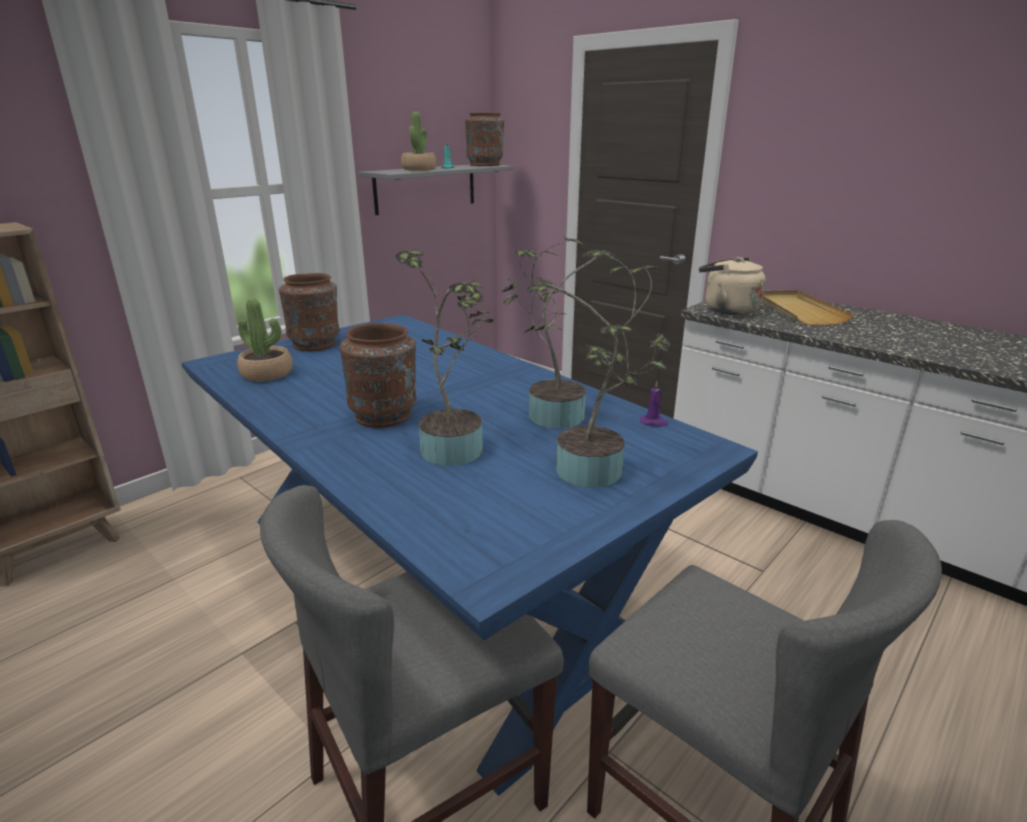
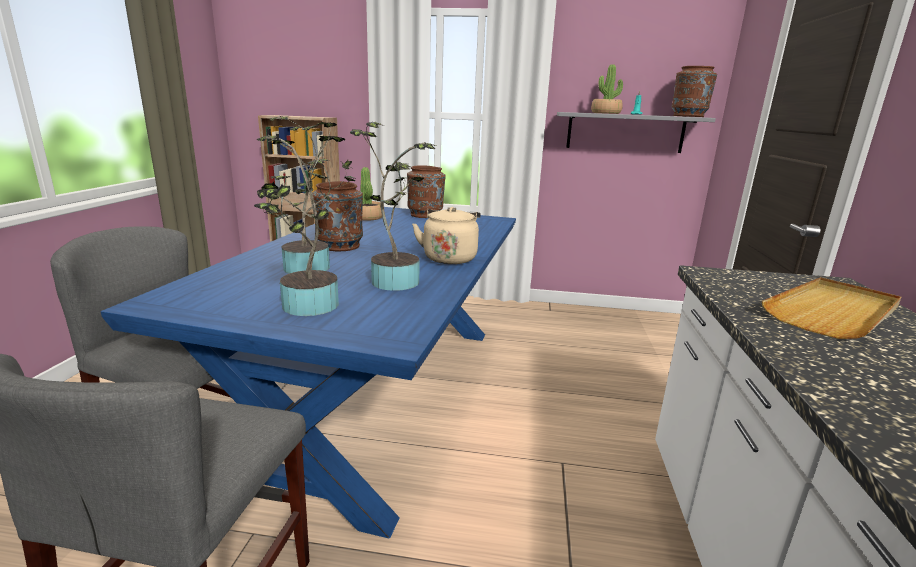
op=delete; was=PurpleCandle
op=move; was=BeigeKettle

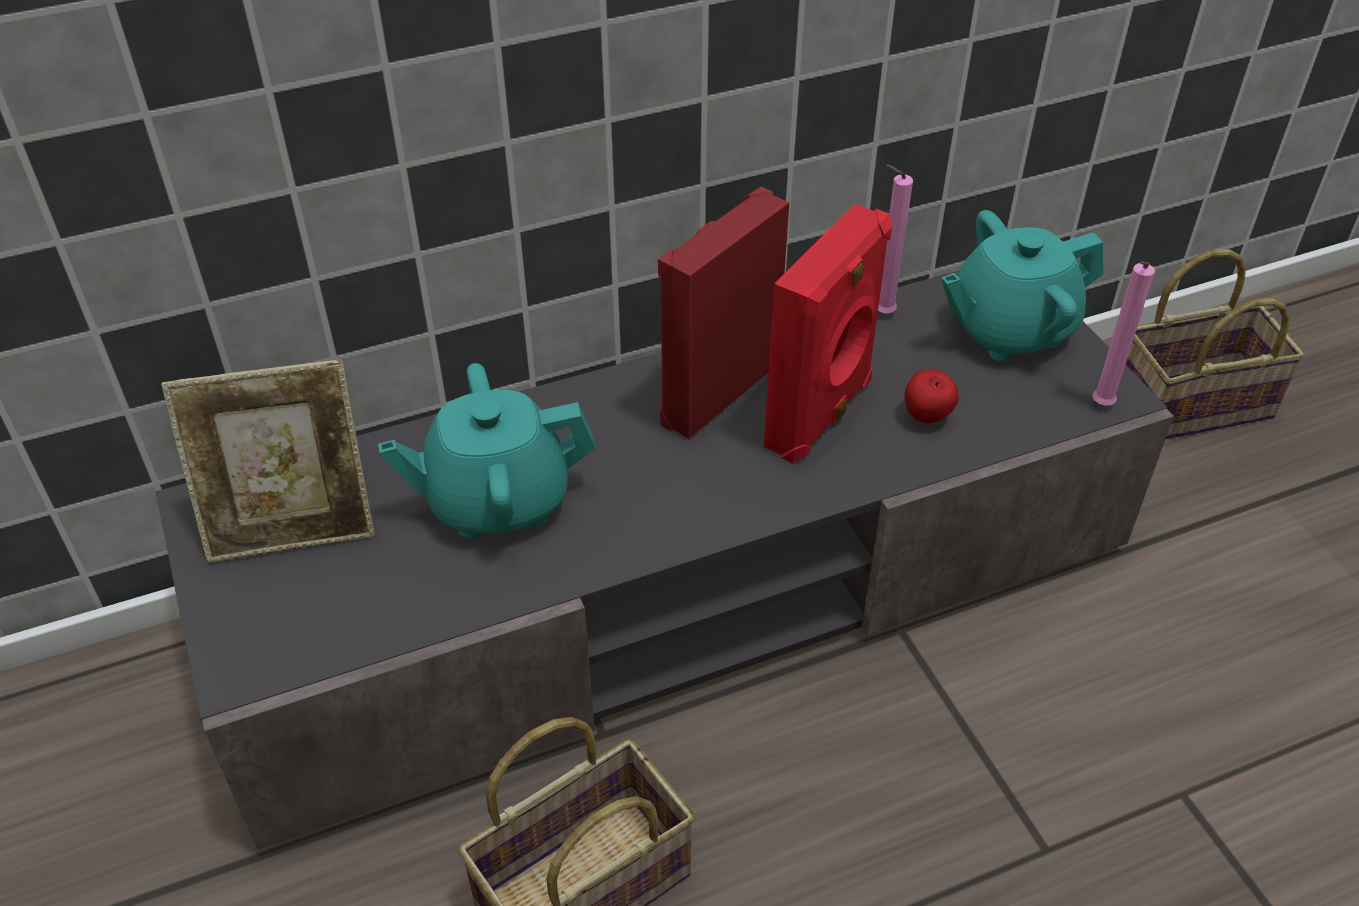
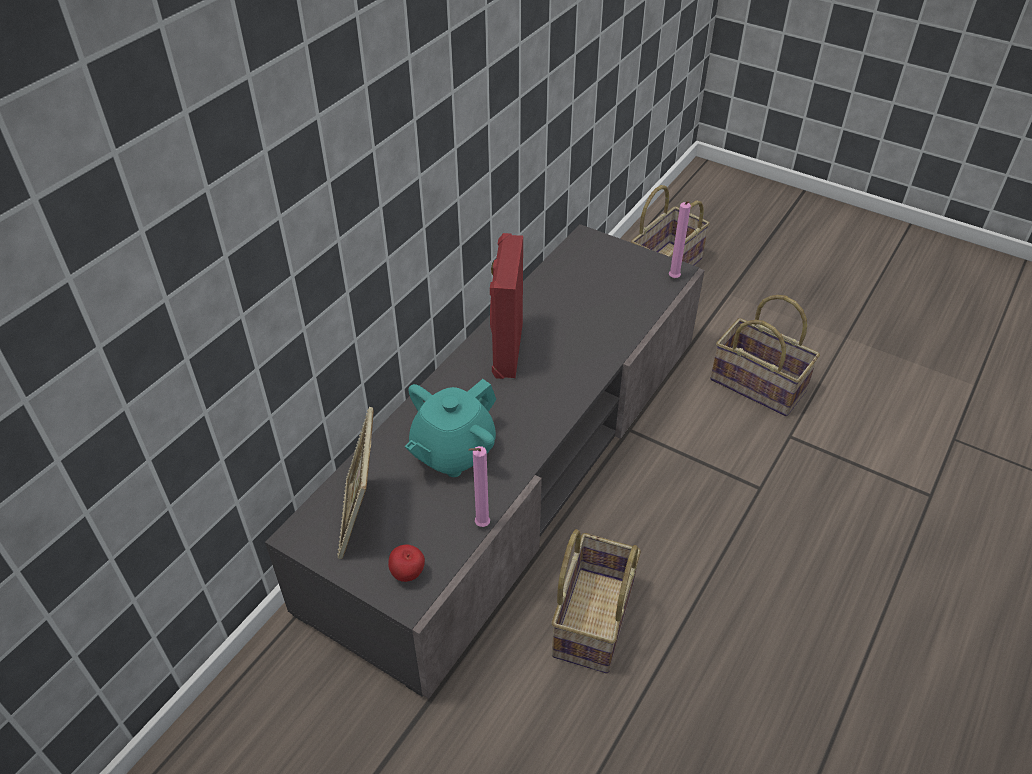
op=rotate; was=PhotoFrame; clockwise=135
op=delete; was=RedLoudspeaker (2nd from left)
op=move; was=PinkCandle (1st from left)
op=move; was=WholeApple
op=delete; was=TurquoisePotForTea (2nd from left)
op=insert; now=StorageBasket (3rd from left)

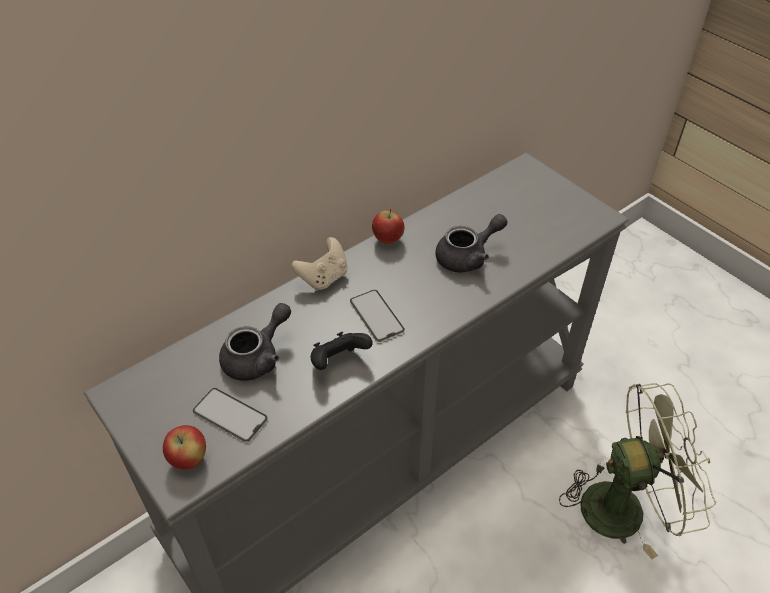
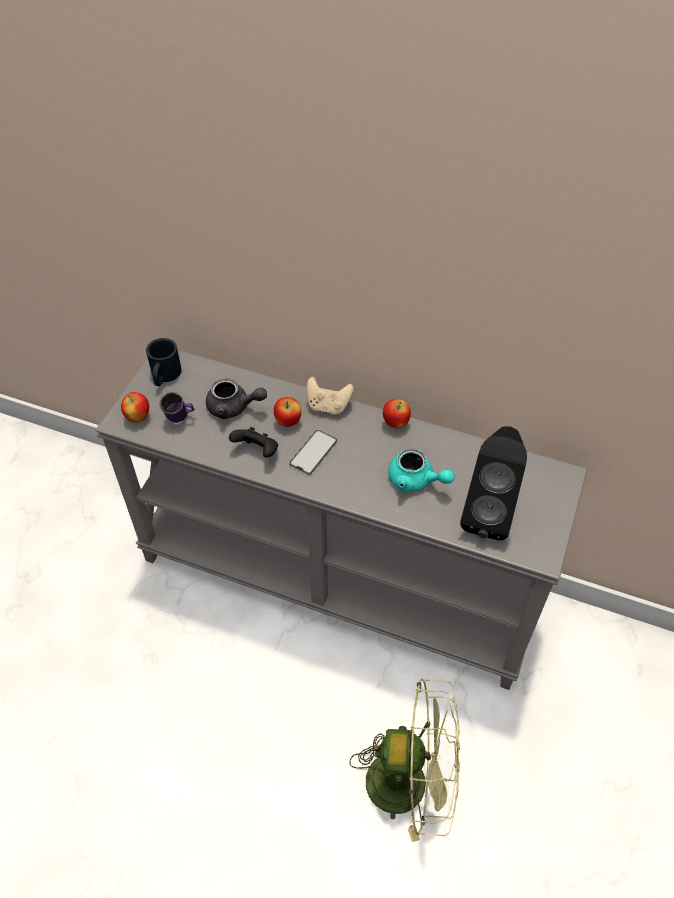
op=replace; was=Phone (1st from left); now=PurpleCoffeeMug
op=recolor; was=GreyishPotForTea (2nd from left); now=TurquoisePotForTea
op=rotate; was=GreenCoolingFan; clockwise=-45
op=insert; now=BlackishCoffeeMug
op=insert; now=WholeApple (2nd from left)
op=insert; now=BlackishLoudspeaker

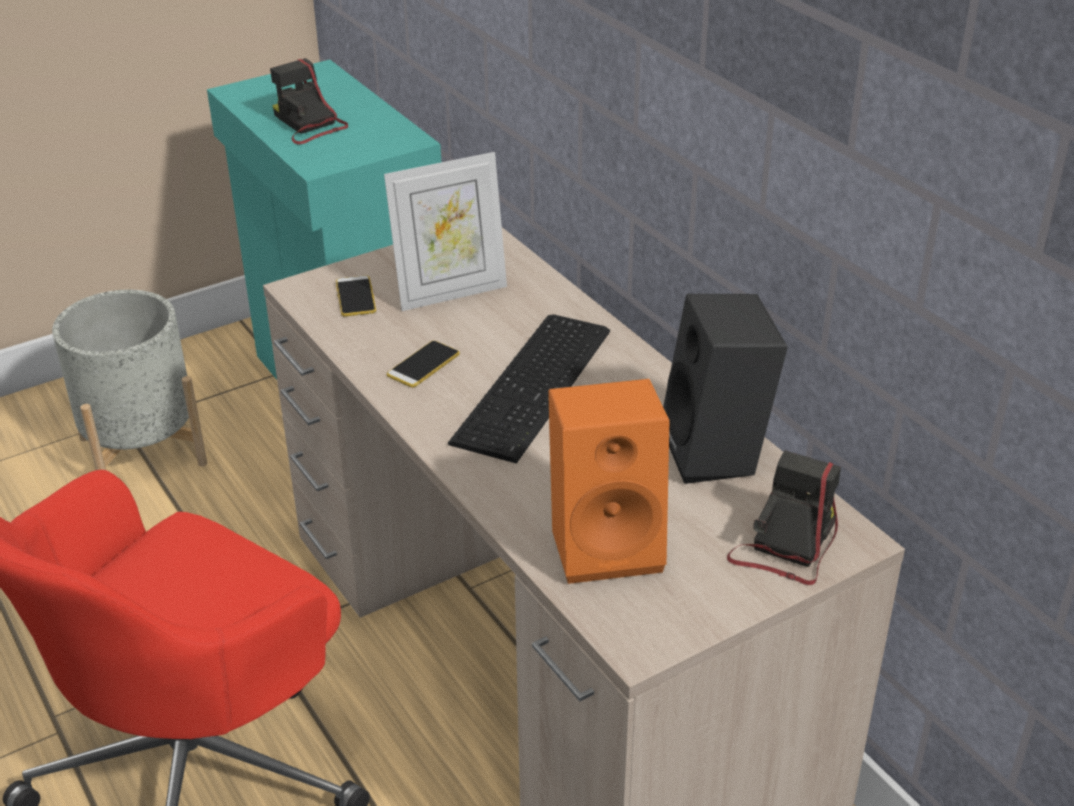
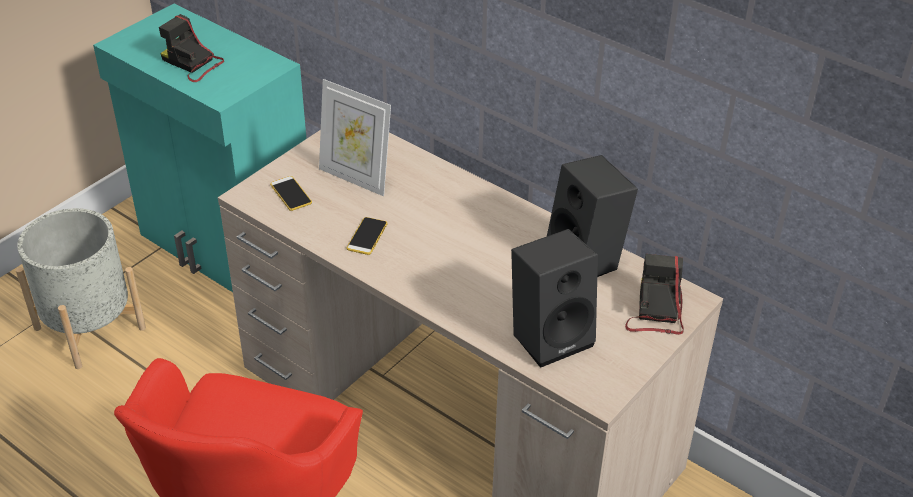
op=rotate; was=PhotoFrame; clockwise=75
op=delete; was=Keyboard
op=recolor; was=OrangeyLoudspeaker; now=BlackishLoudspeaker (1st from left)

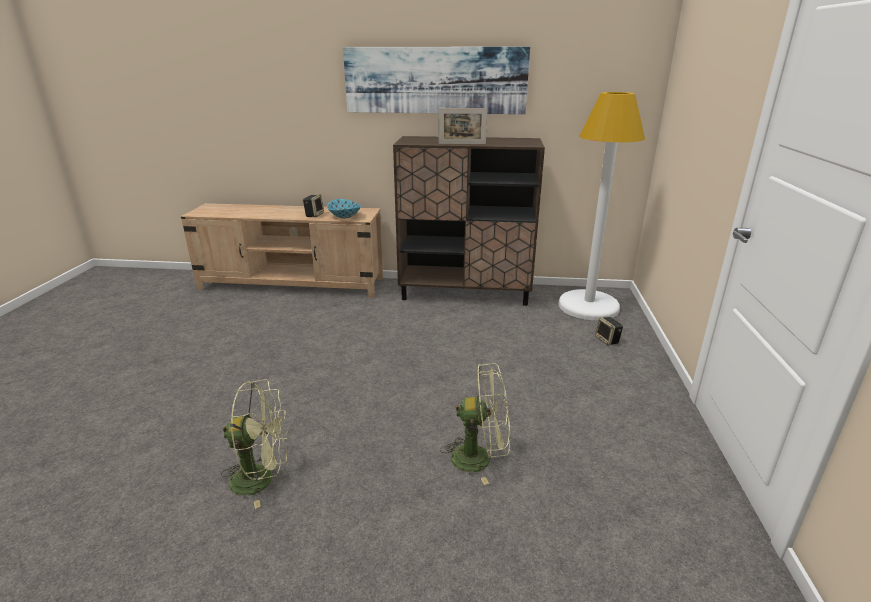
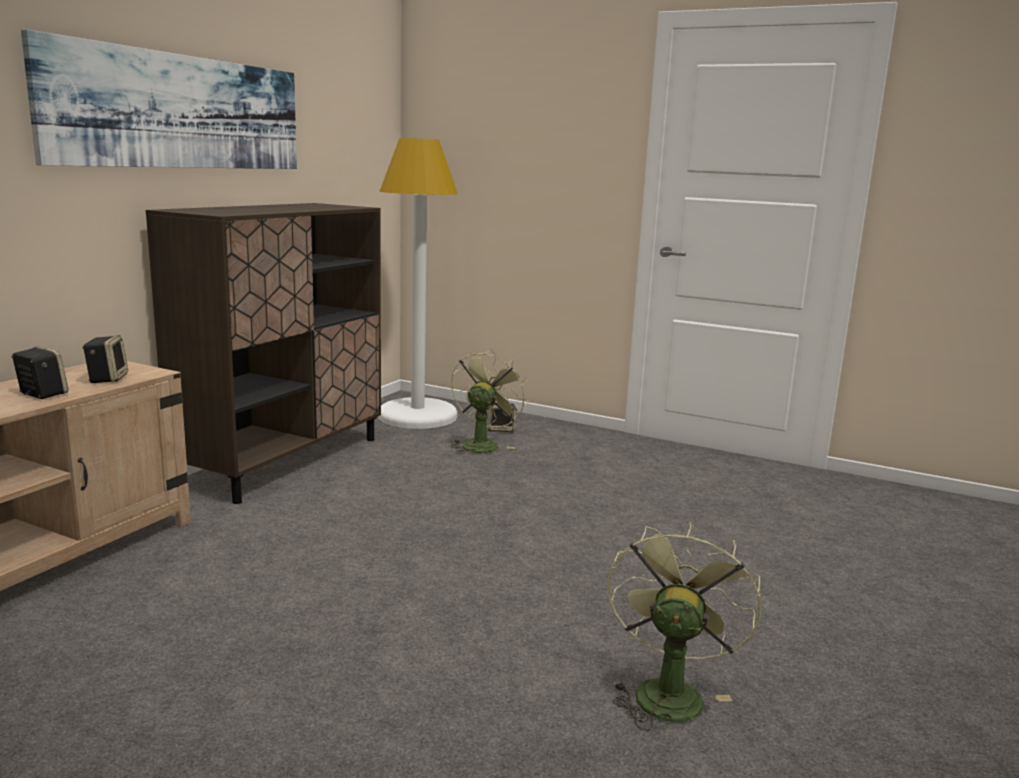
op=replace; was=Bowl; now=Loudspeaker (2nd from left)
op=delete; was=PhotoFrame
op=move; was=GreenCoolingFan (2nd from left in the first image); now=GreenCoolingFan (1st from left)

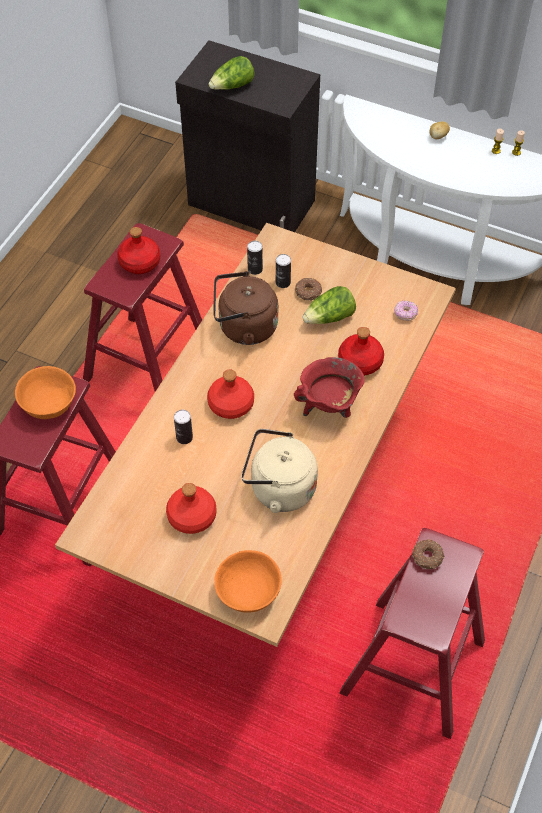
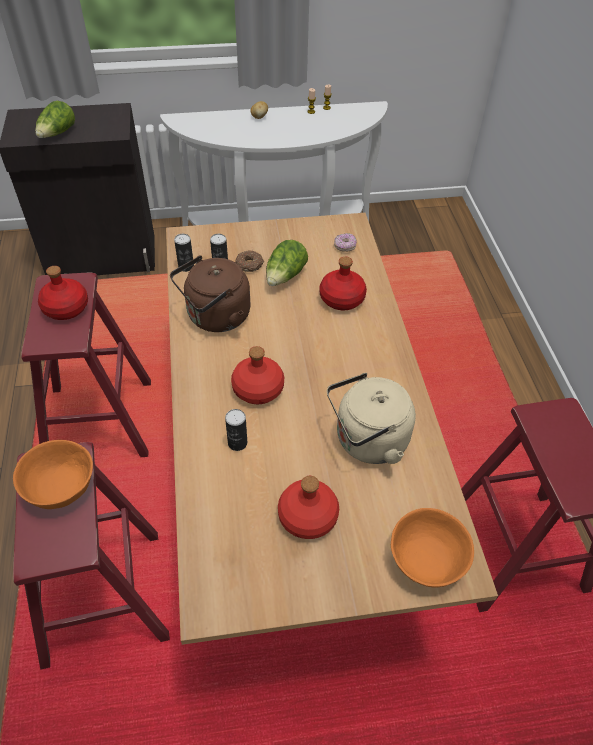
op=delete; was=RedSaucepot
op=delete; was=Donut (3rd from left)

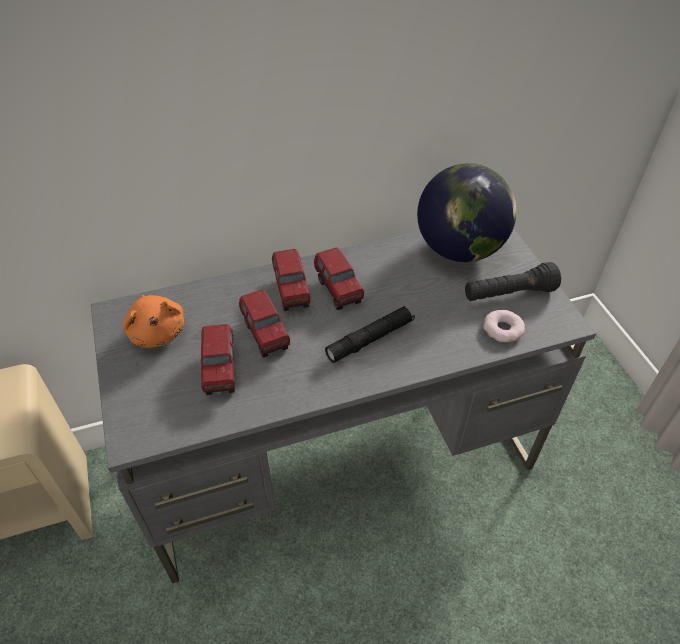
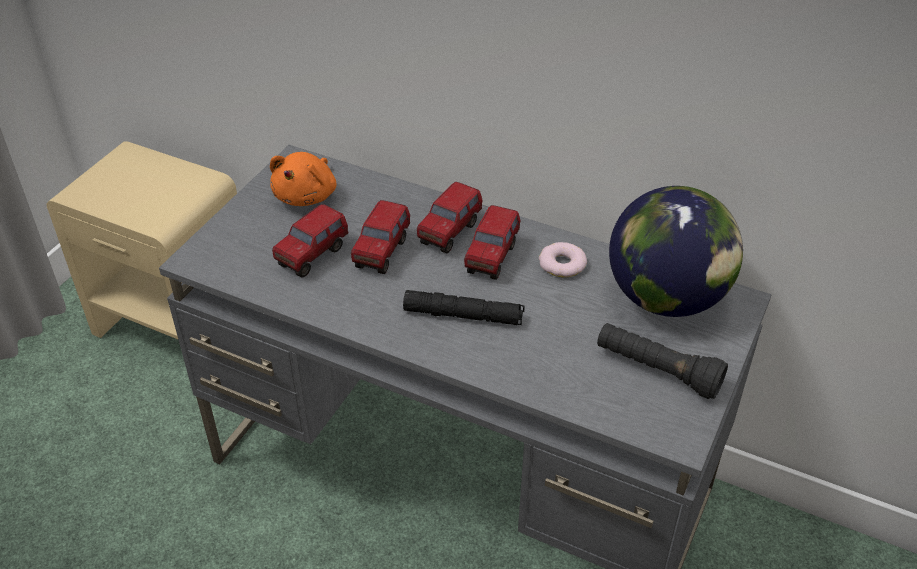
op=move; was=Donut

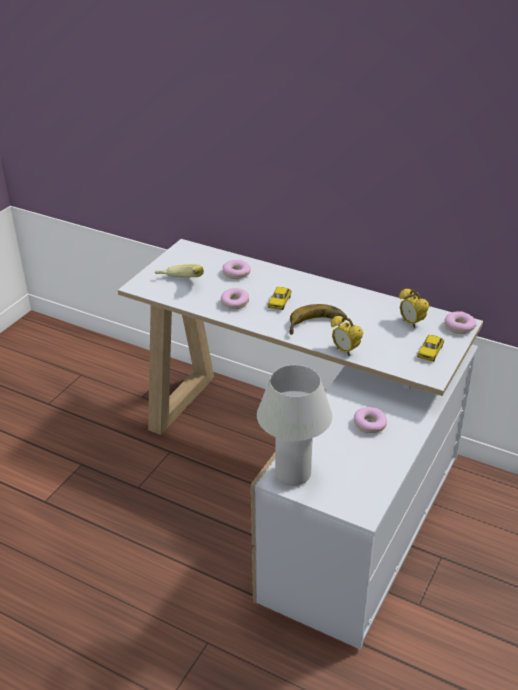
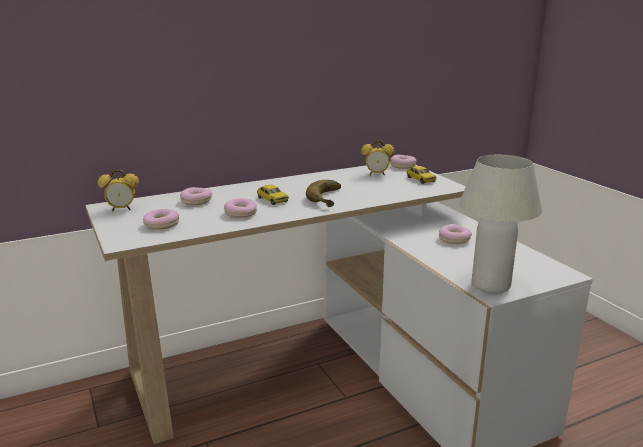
op=replace; was=WholeBanana (1st from left); now=Donut (1st from left)
op=move; was=TableClock (1st from left)

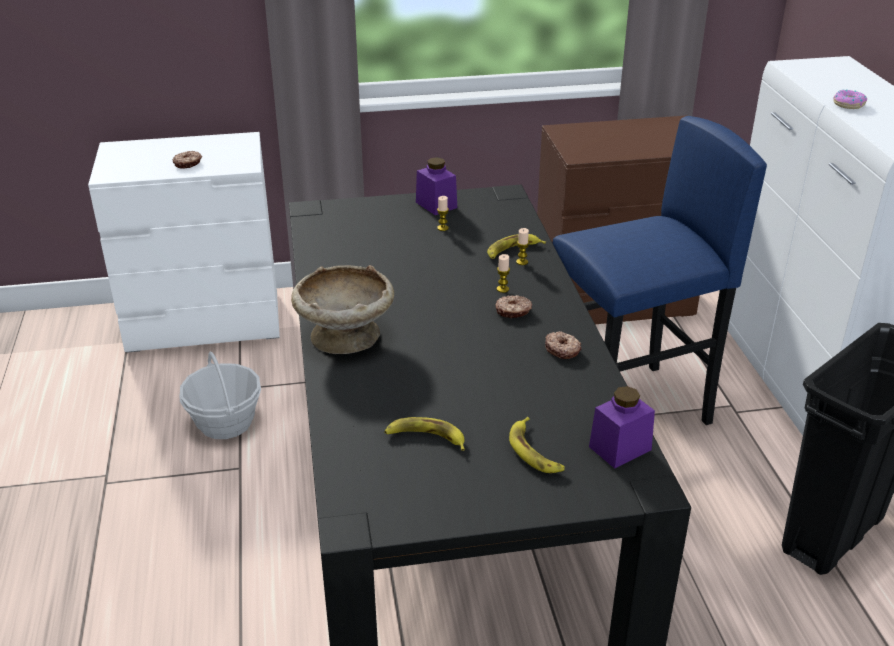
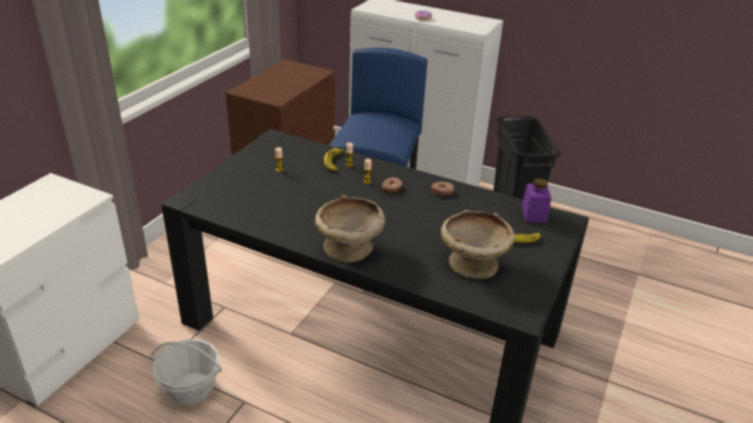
op=delete; was=Donut (1st from left)
op=replace; was=WholeBanana (1st from left); now=BeigeBowl (2nd from left)
op=delete; was=PurplePreserveJar (1st from left)

